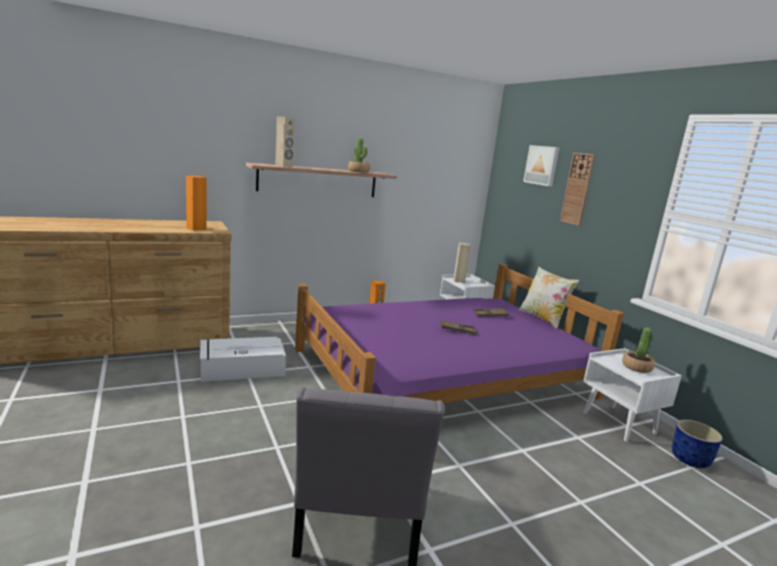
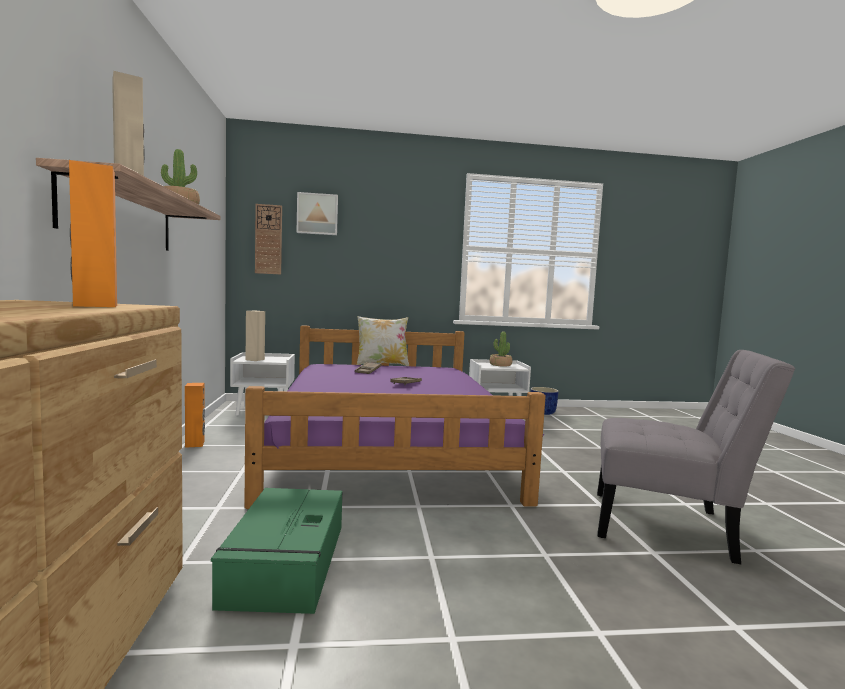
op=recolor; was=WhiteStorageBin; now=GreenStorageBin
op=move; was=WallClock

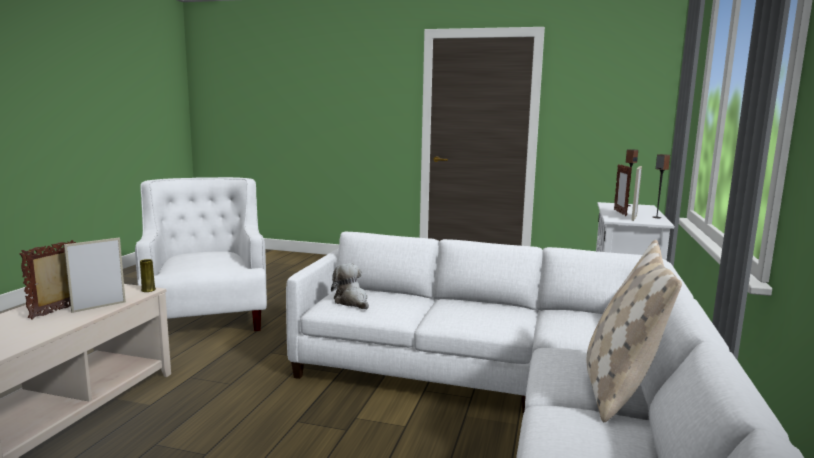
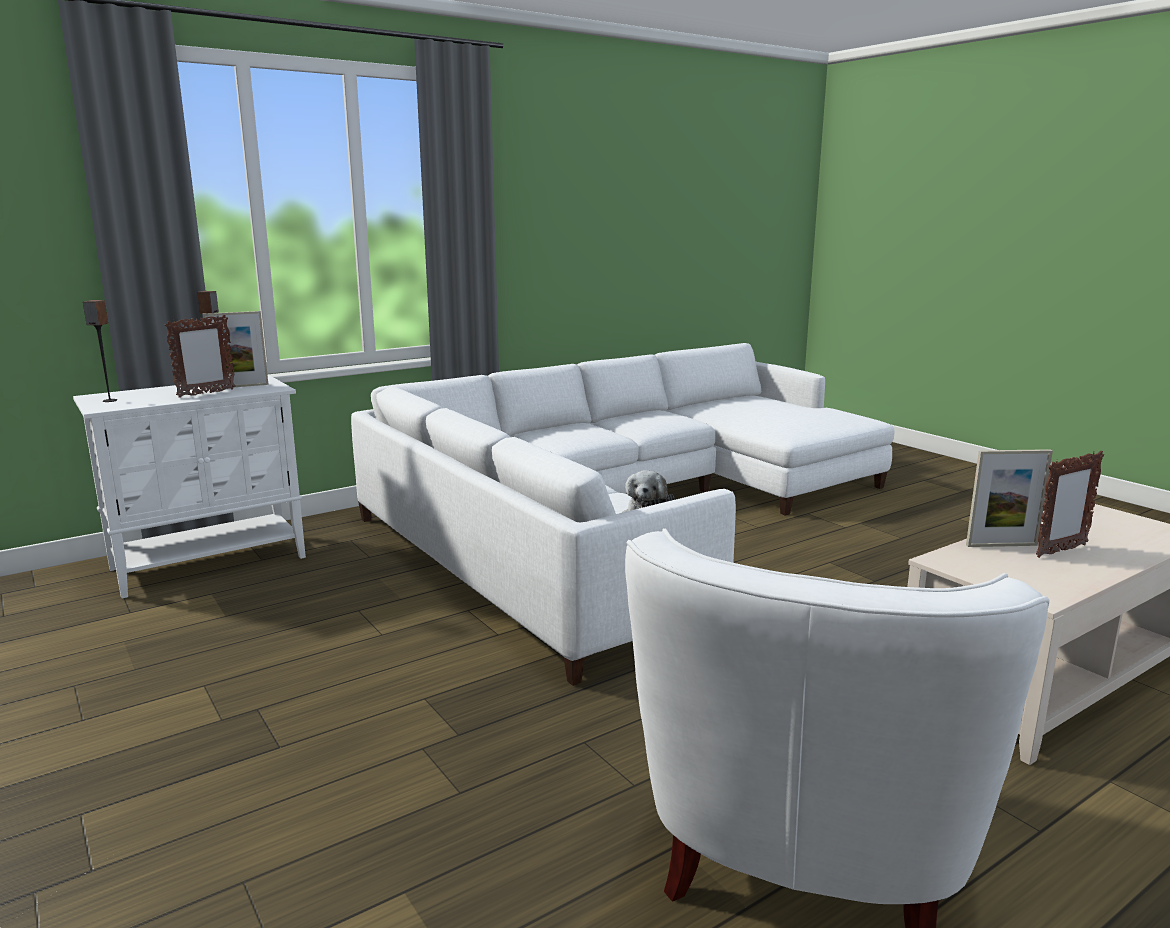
op=delete; was=YellowishFlowerVase
op=delete; was=BeigePillow

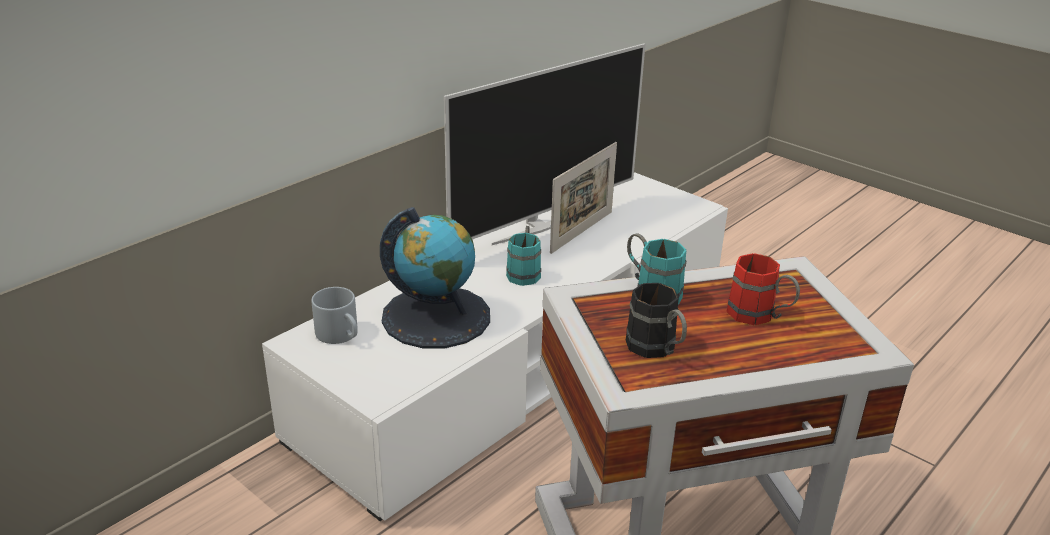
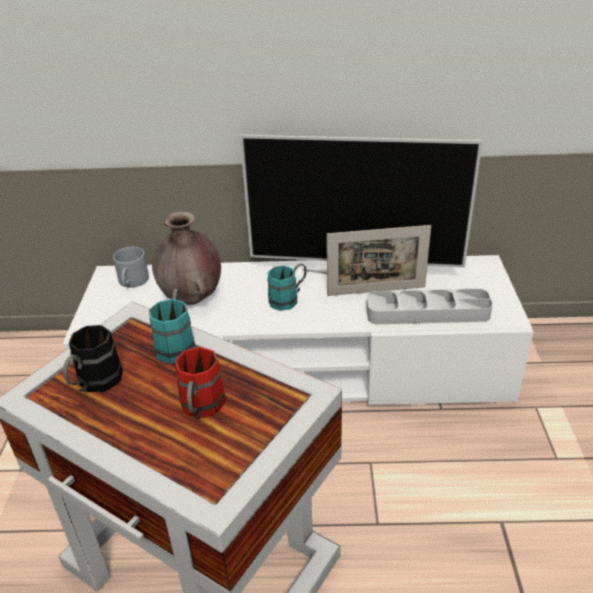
op=replace; was=WorldGlobe; now=BrownFlowerVase
op=insert; now=GreyishCarryingTray

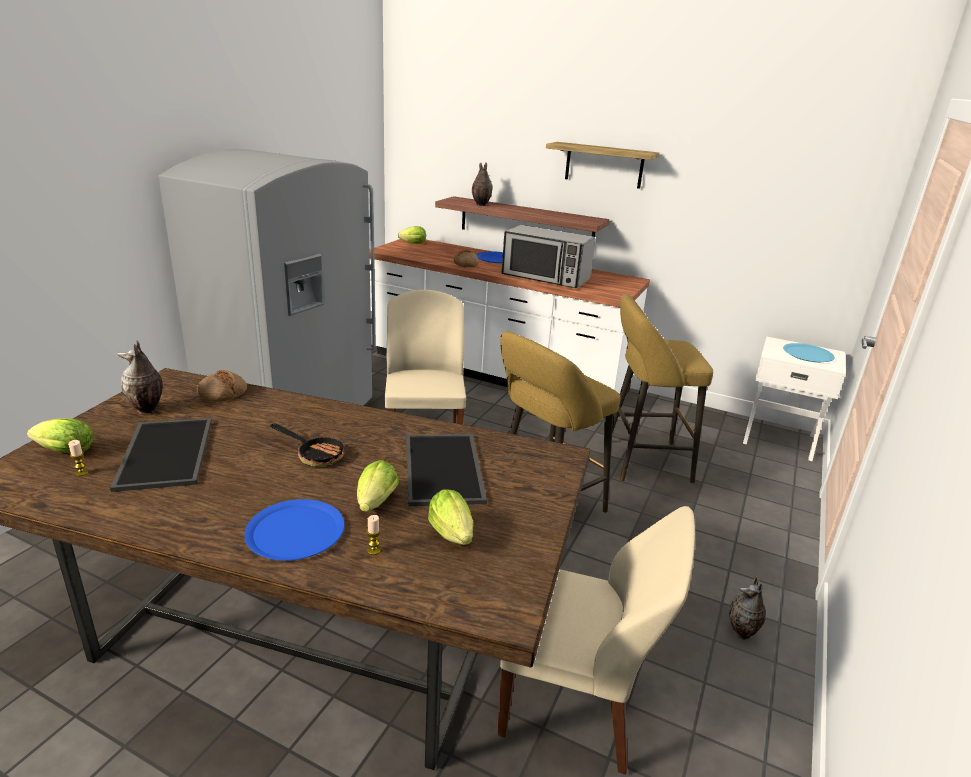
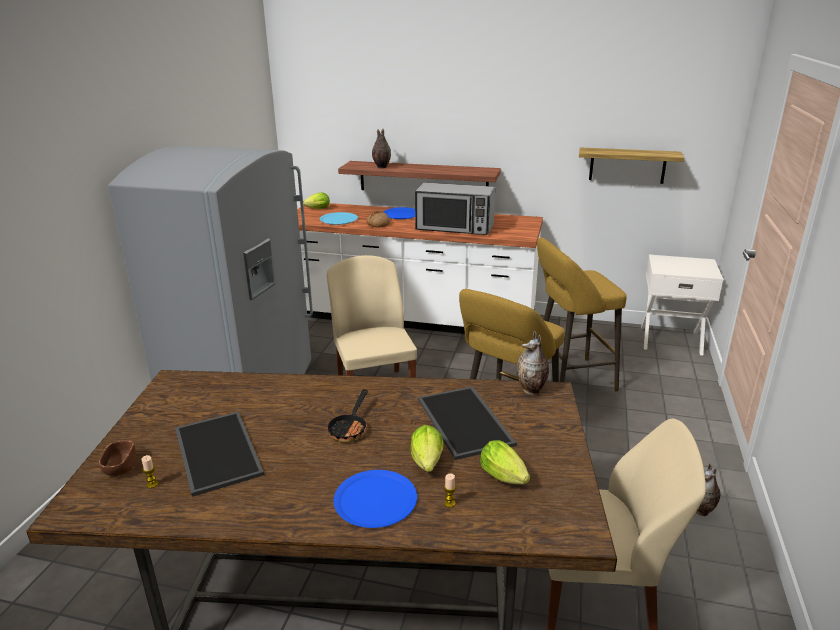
op=replace; was=HeadOfLettuce (1st from left); now=BrownBowl
op=move; was=FlowerVase (1st from left in the first image); now=FlowerVase (2nd from left)
op=delete; was=BakedBread (1st from left)
op=rotate; was=Skillet; clockwise=90
op=move; was=WallShelf (2nd from left)
op=move; was=BlueColouredFlatDish (3rd from left in the first image); now=BlueColouredFlatDish (1st from left)

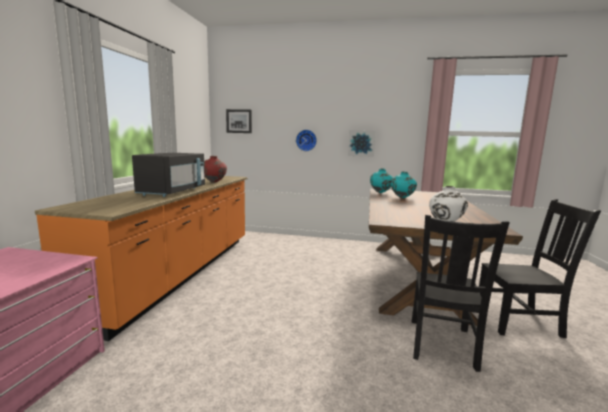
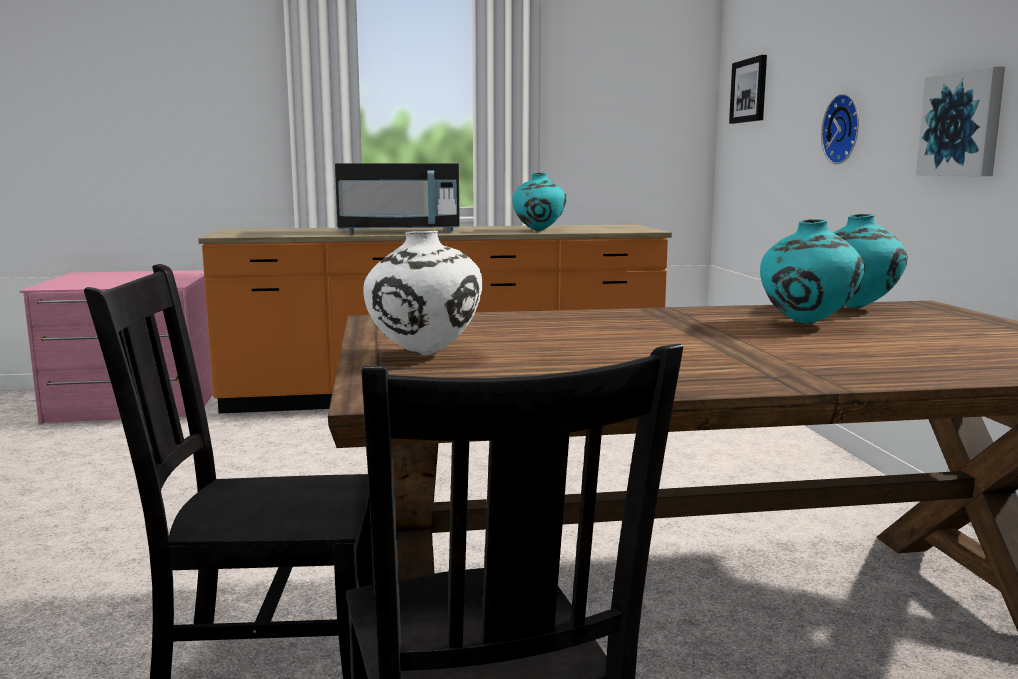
op=recolor; was=RedFlowerVase; now=TurquoiseFlowerVase (1st from left)

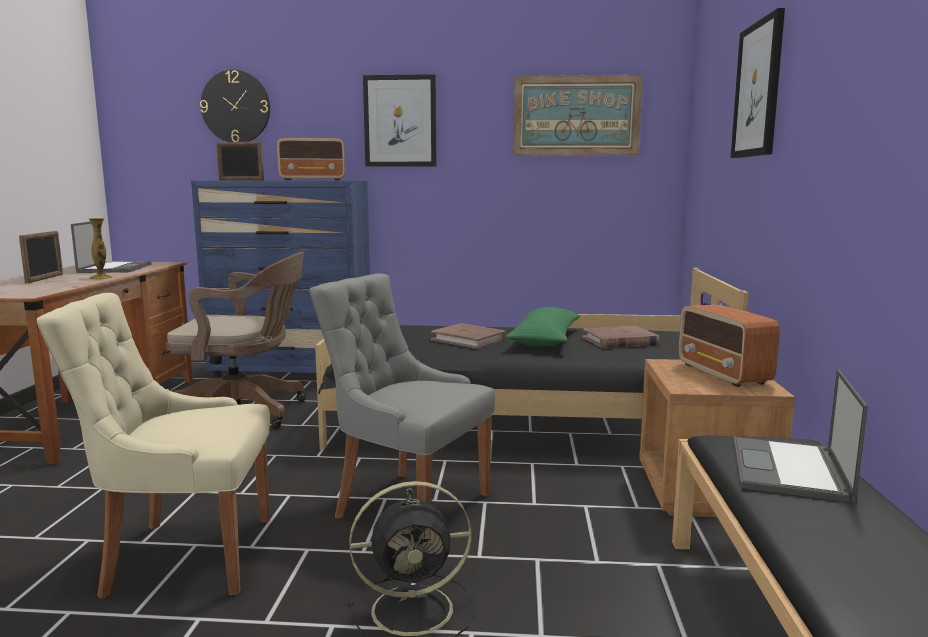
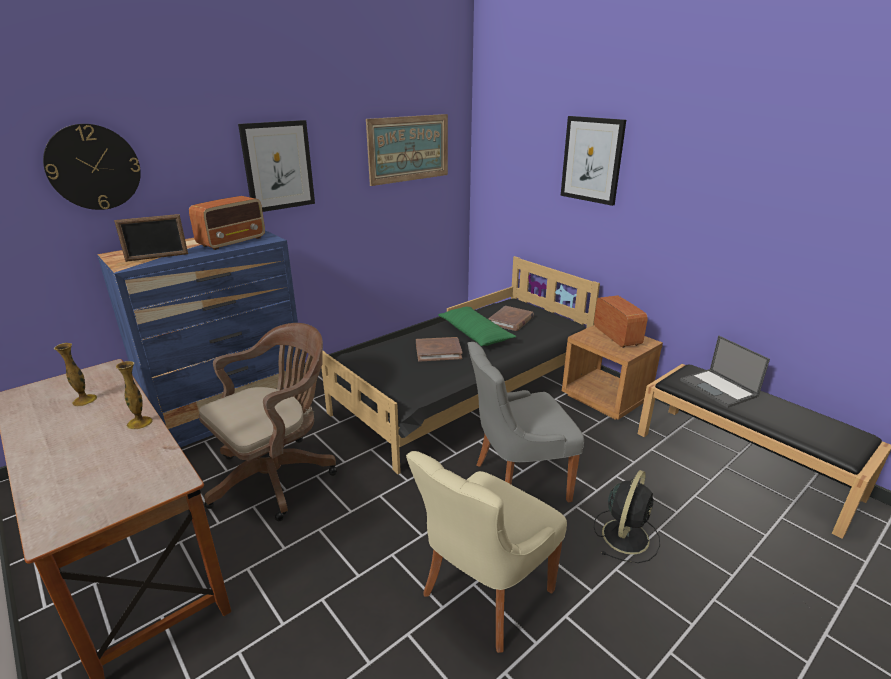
op=delete; was=PhotoFrame (1st from left)
op=replace; was=NotebookComputer (1st from left); now=FlowerVase (1st from left)
op=rotate; was=RadioReceiver (2nd from left); clockwise=-135

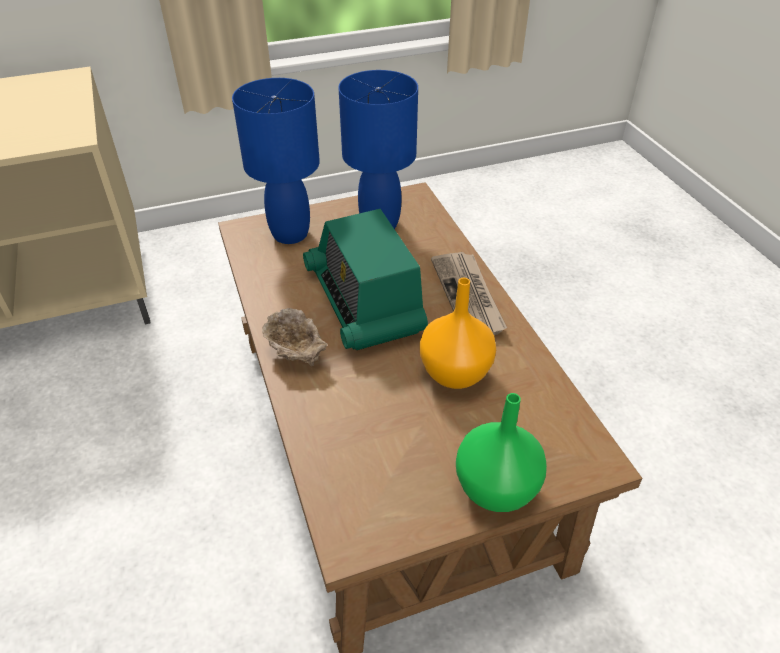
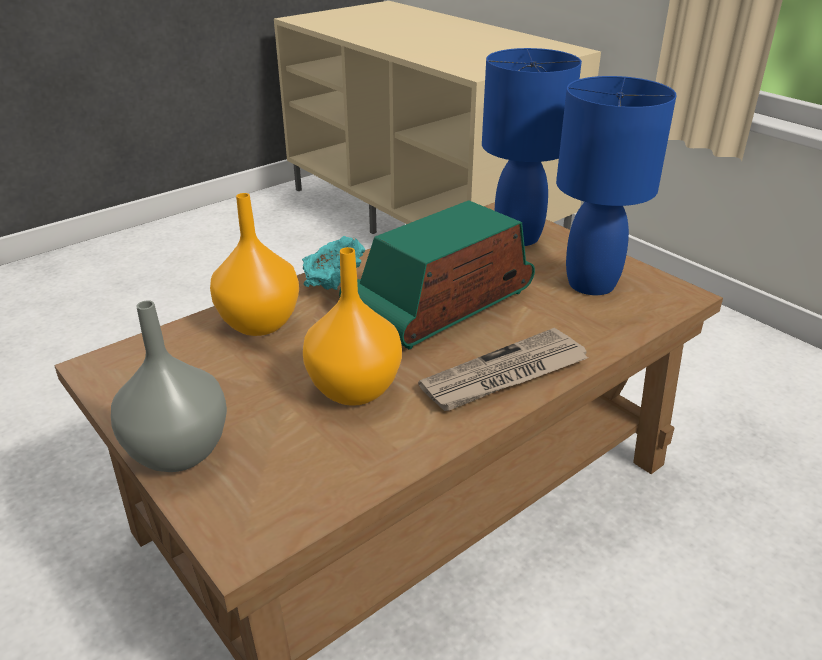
op=recolor; was=BeigeBowl; now=TurquoiseBowl
op=recolor; was=GreenFlowerVase; now=GreyishFlowerVase
op=insert; now=OrangeyFlowerVase (1st from left)

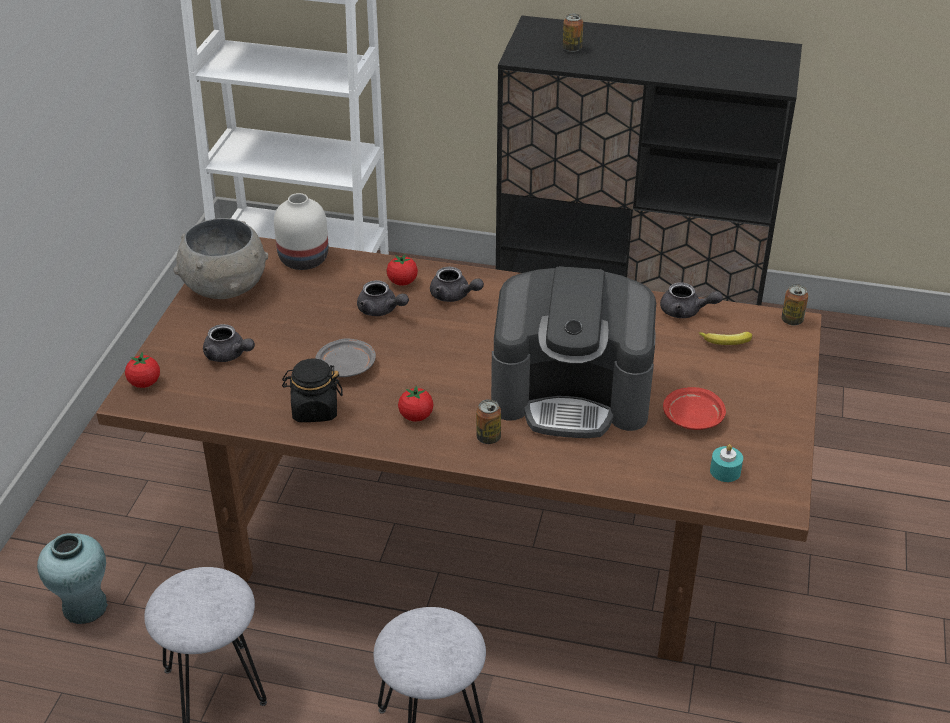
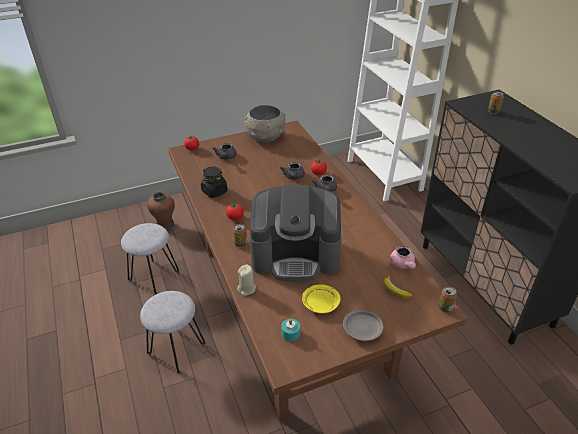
op=recolor; was=TurquoiseFlowerVase; now=BrownFlowerVase
op=delete; was=WhiteFlowerVase
op=move; was=GreyishFlatDish
op=rotate; was=CoffeeMaker; clockwise=-60
op=recolor; was=GreyishPotForTea (4th from left); now=PinkPotForTea
op=recolor; was=RedFlatDish; now=YellowishFlatDish
op=insert; now=BeigeCandle

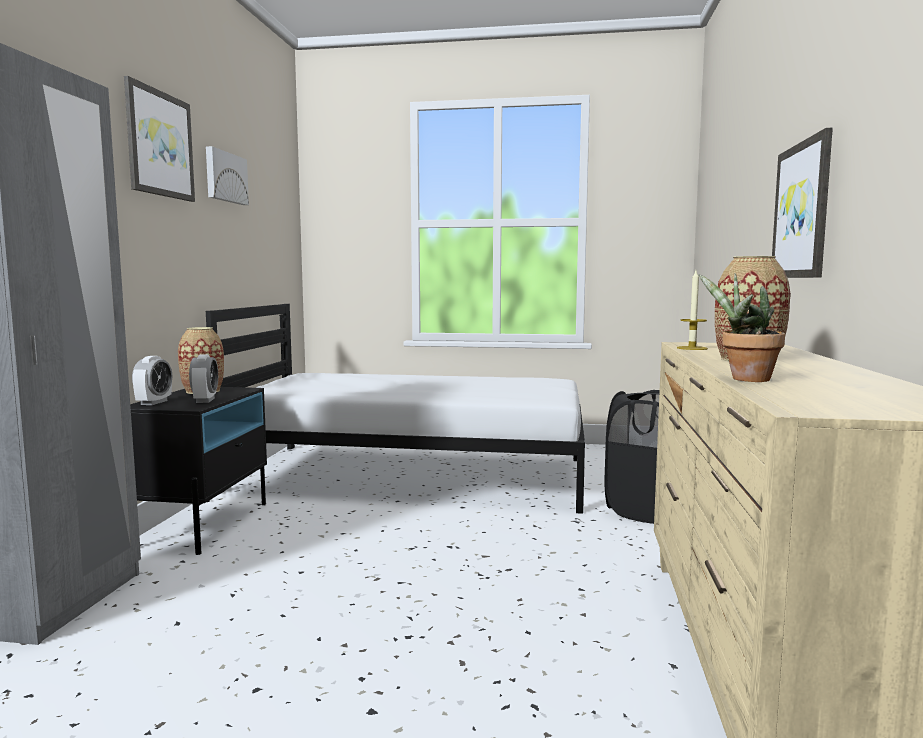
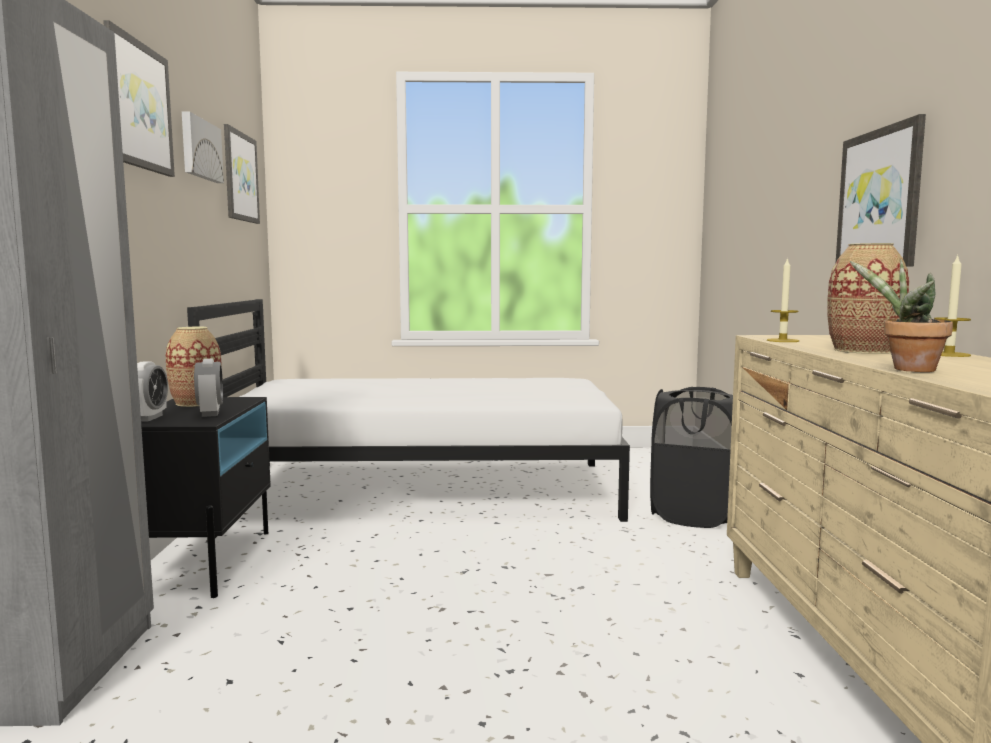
op=insert; now=Picture (3rd from left)
op=insert; now=Candle (2nd from left)

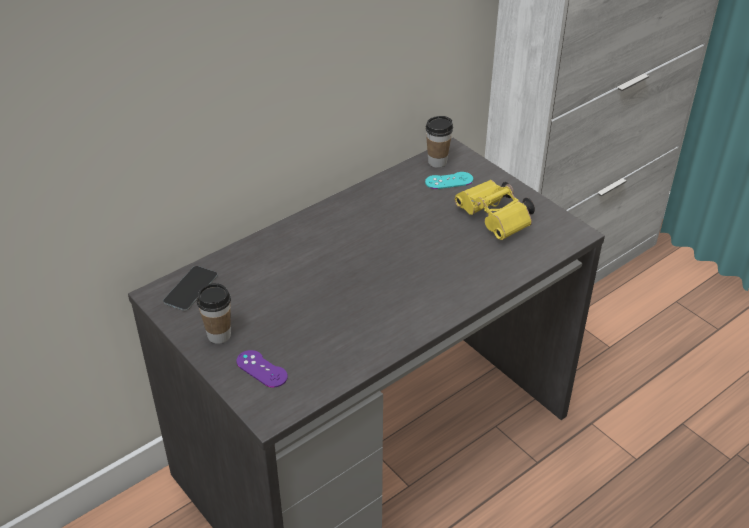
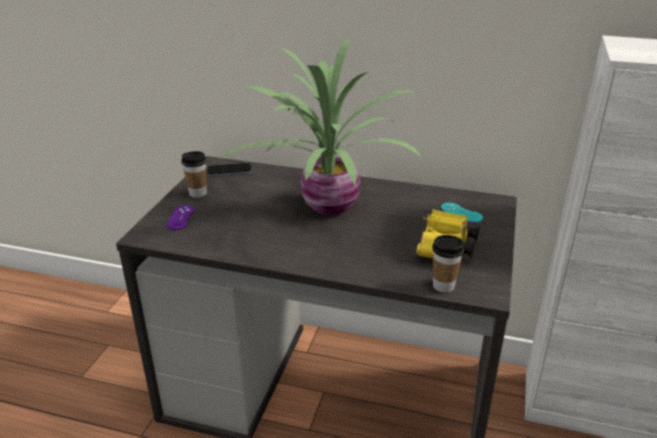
op=move; was=Cup (2nd from left)
op=insert; now=PottedPlant

